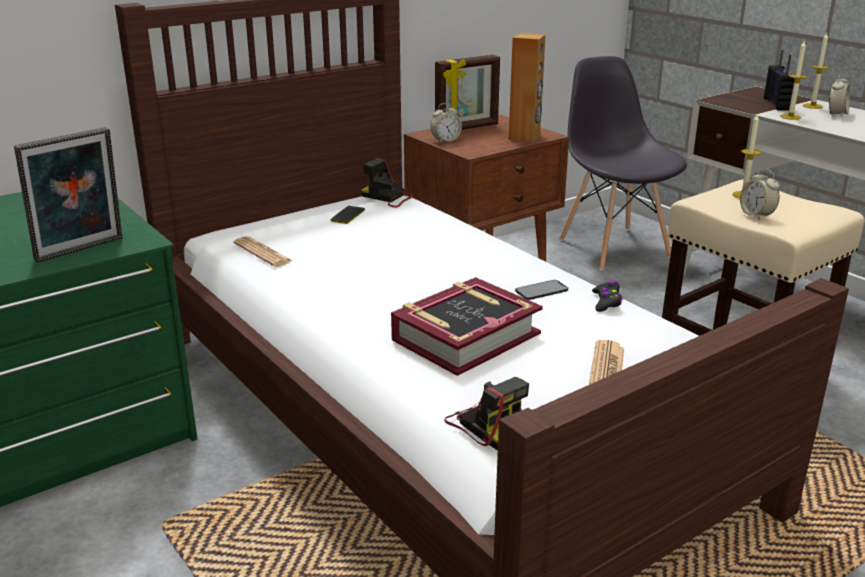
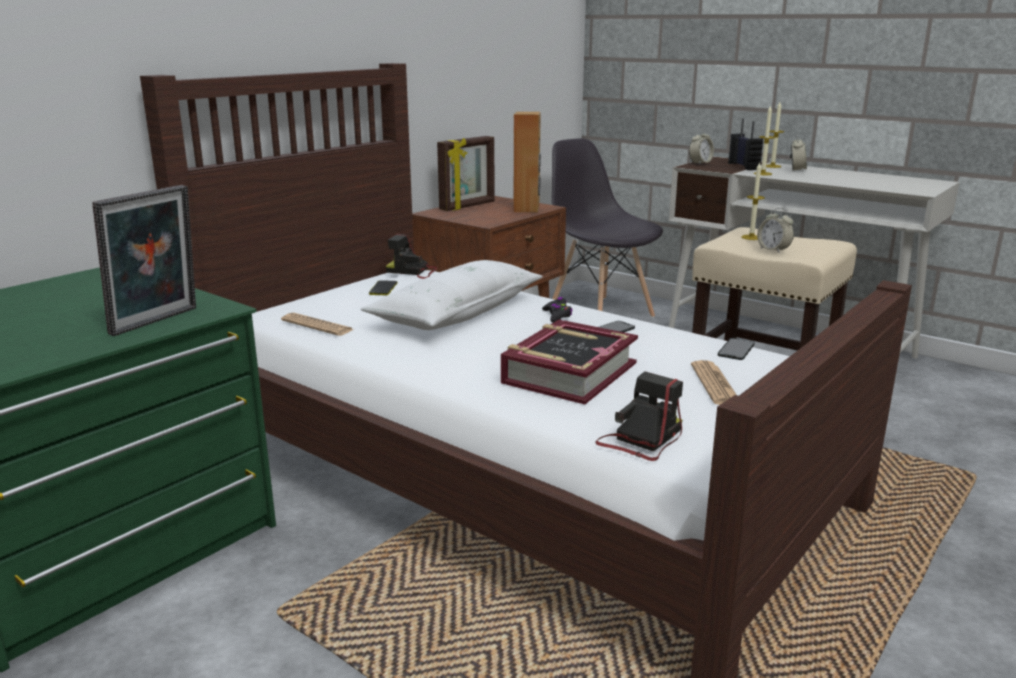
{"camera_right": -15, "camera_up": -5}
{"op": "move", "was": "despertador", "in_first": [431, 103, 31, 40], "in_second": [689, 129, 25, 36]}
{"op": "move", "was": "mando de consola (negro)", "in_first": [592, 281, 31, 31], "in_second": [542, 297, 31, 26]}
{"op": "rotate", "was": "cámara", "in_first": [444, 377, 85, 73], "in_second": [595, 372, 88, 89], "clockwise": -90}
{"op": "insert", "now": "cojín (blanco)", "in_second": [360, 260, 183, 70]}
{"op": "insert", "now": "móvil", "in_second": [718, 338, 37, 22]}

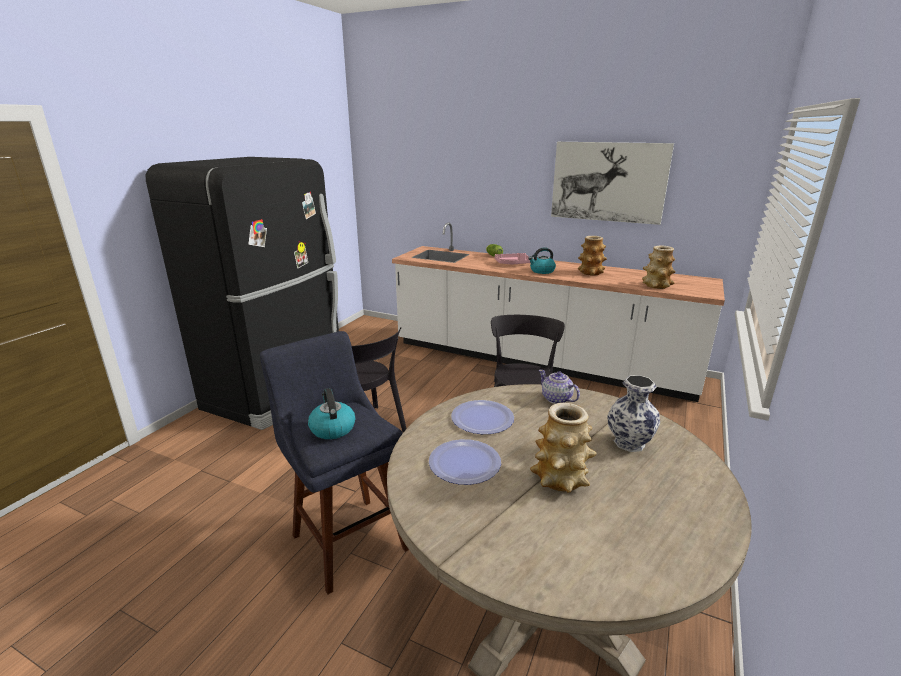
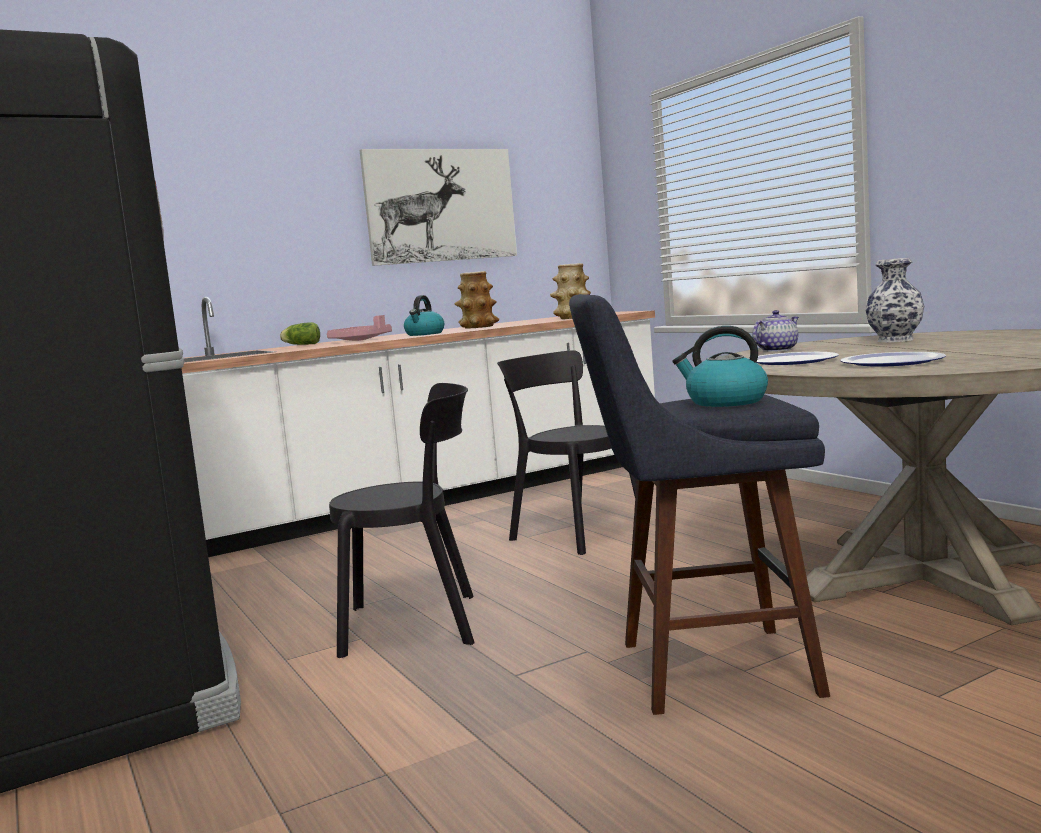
{"camera_right": -55, "camera_up": -15}
{"op": "rotate", "was": "tetera", "in_first": [539, 370, 41, 34], "in_second": [752, 310, 47, 42], "clockwise": 150}
{"op": "delete", "was": "florero", "in_first": [530, 403, 66, 89]}

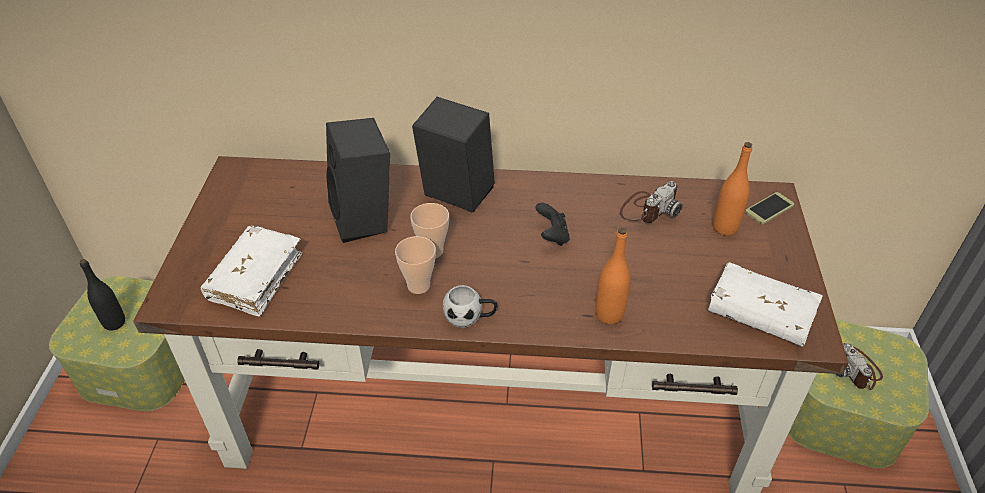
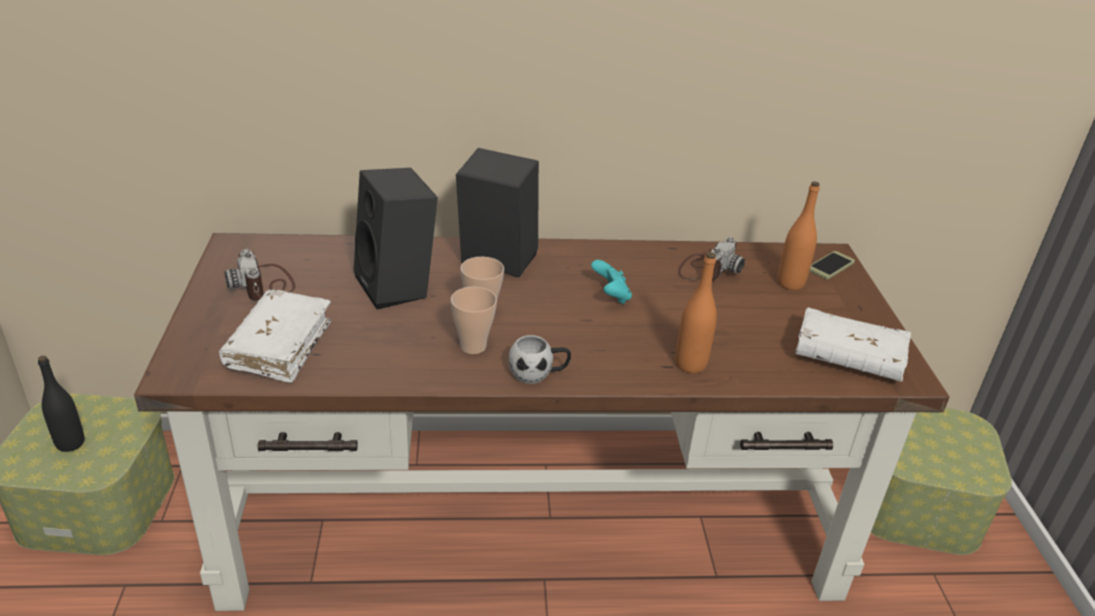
{"camera_right": -10, "camera_up": -10}
{"op": "recolor", "was": "mando de consola (negro)", "now": "mando de consola (turquesa)", "in_first": [535, 203, 35, 43], "in_second": [591, 260, 41, 44]}
{"op": "move", "was": "cámara", "in_first": [836, 343, 47, 47], "in_second": [224, 249, 71, 51]}

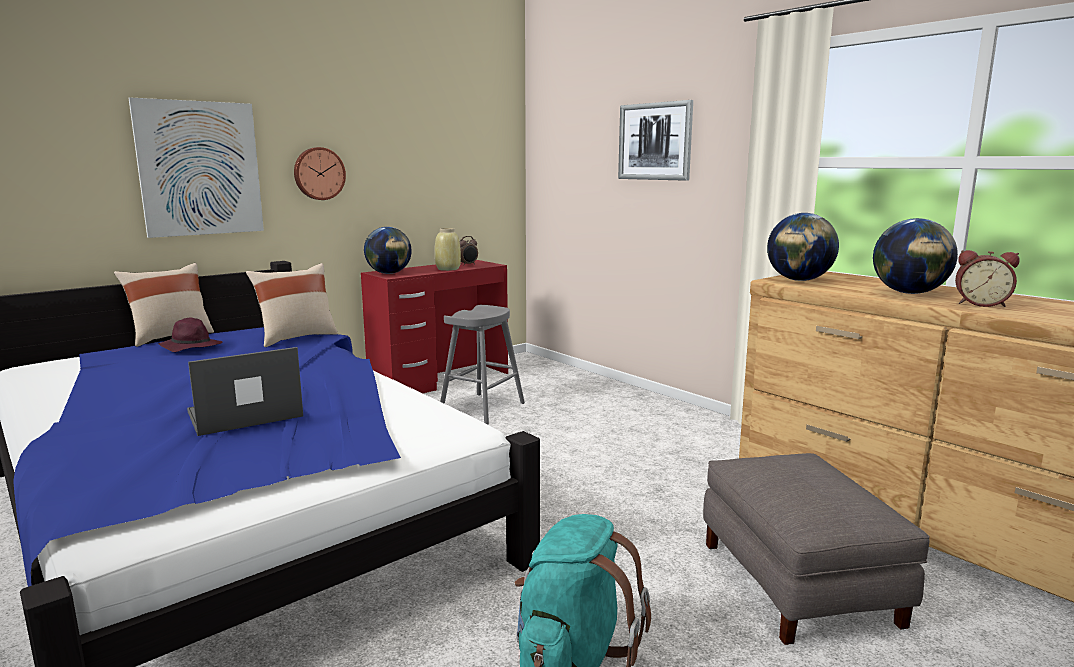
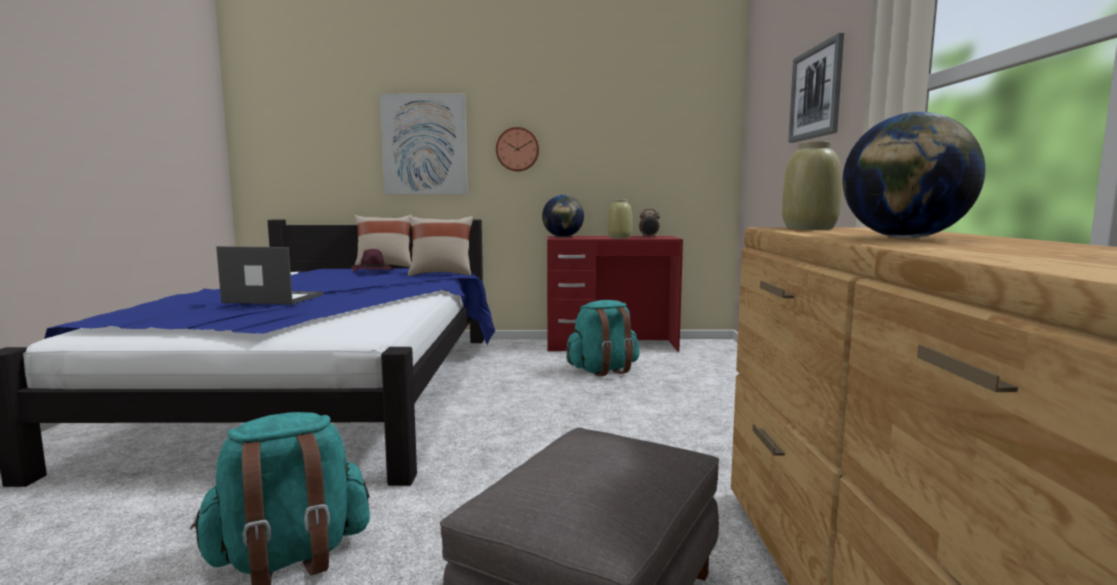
{"camera_right": 40, "camera_up": -5}
{"op": "replace", "was": "globo terráqueo", "now": "florero (beis)", "in_first": [767, 213, 72, 68], "in_second": [782, 141, 60, 89]}
{"op": "delete", "was": "despertador", "in_first": [955, 250, 65, 57]}
{"op": "replace", "was": "taburete (gris)", "now": "mochila (turquesa)", "in_first": [440, 305, 85, 119], "in_second": [566, 300, 74, 77]}

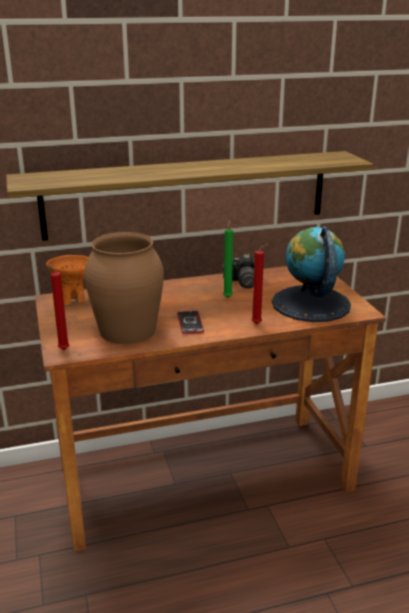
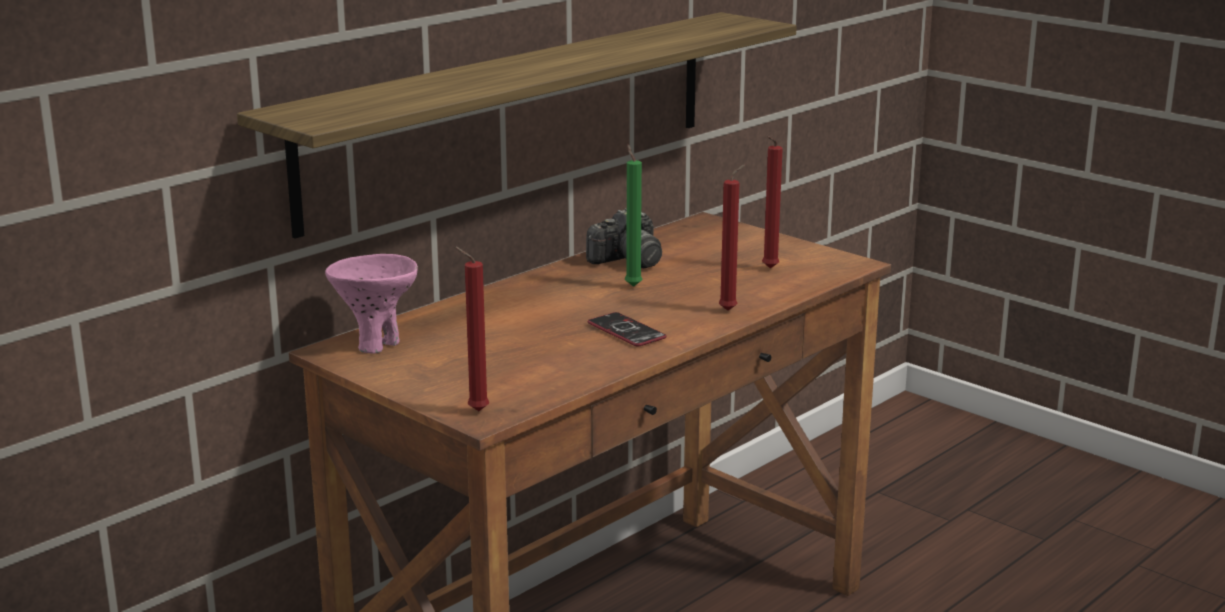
{"camera_right": -30, "camera_up": -5}
{"op": "replace", "was": "globo terráqueo", "now": "vela (rojo)", "in_first": [272, 226, 79, 96], "in_second": [762, 136, 21, 133]}
{"op": "delete", "was": "florero (marrón)", "in_first": [84, 232, 80, 112]}
{"op": "recolor", "was": "cuenco (naranja)", "now": "cuenco (rosa)", "in_first": [46, 255, 43, 50], "in_second": [325, 254, 93, 100]}

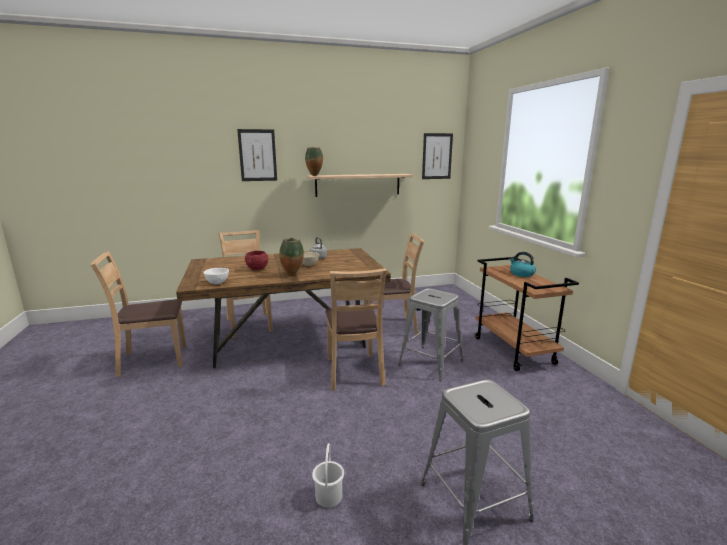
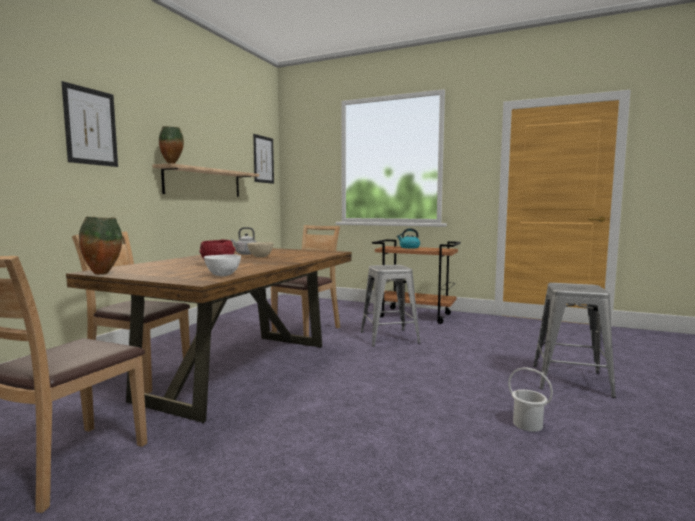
{"camera_right": -50, "camera_up": -10}
{"op": "move", "was": "florero", "in_first": [279, 238, 25, 37], "in_second": [79, 216, 43, 59]}
{"op": "delete", "was": "silla (marrón)", "in_first": [325, 268, 62, 123]}

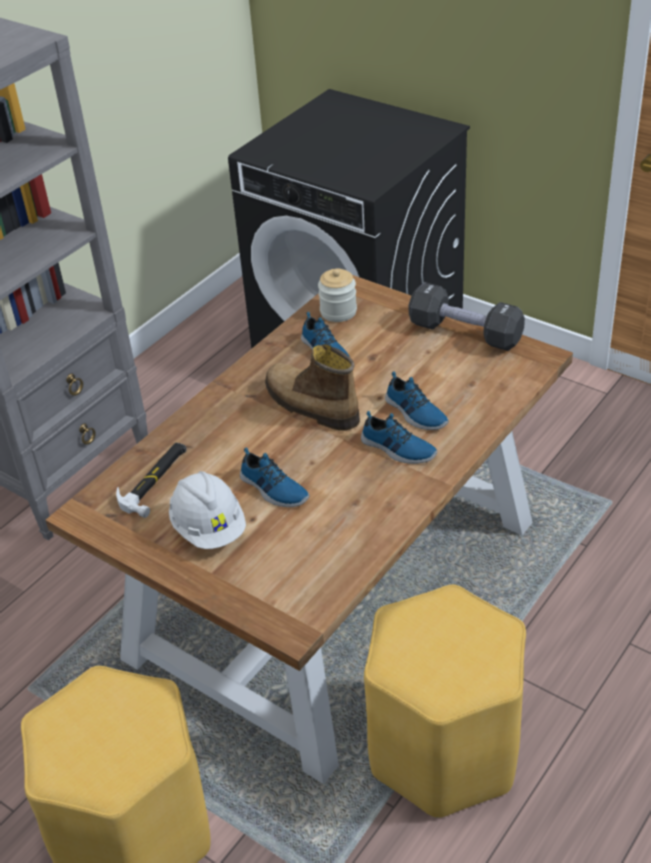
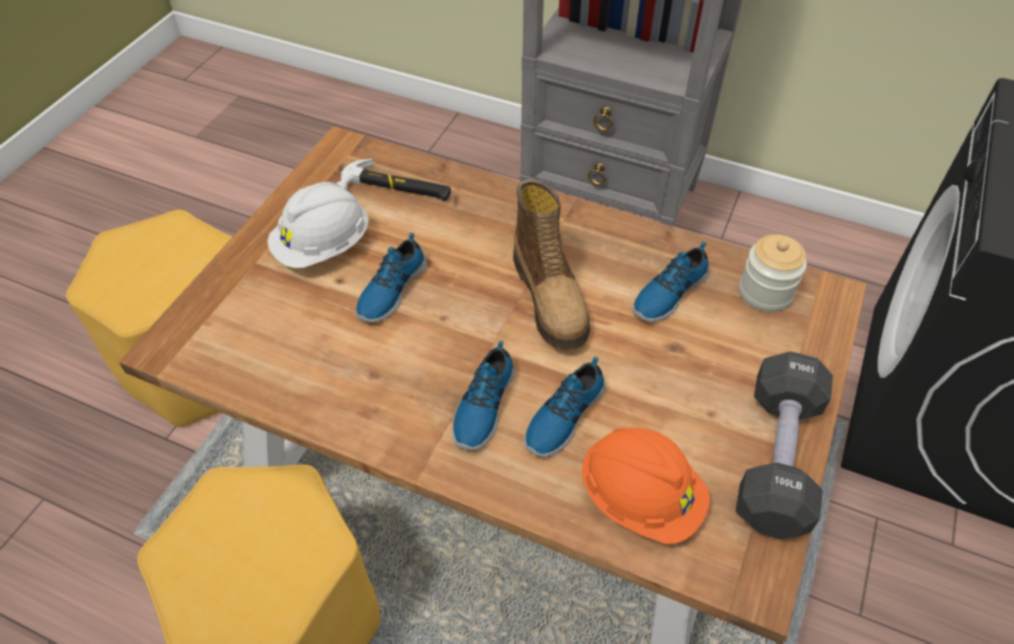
{"camera_right": 75, "camera_up": 10}
{"op": "rotate", "was": "bota", "in_first": [265, 344, 95, 87], "in_second": [513, 179, 77, 171], "clockwise": 135}
{"op": "insert", "now": "casco (naranja)", "in_second": [582, 428, 128, 116]}

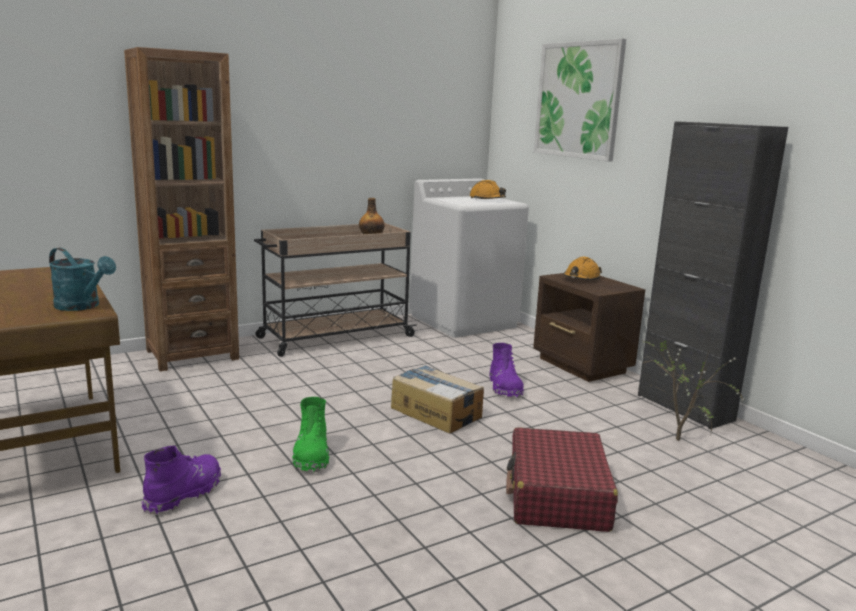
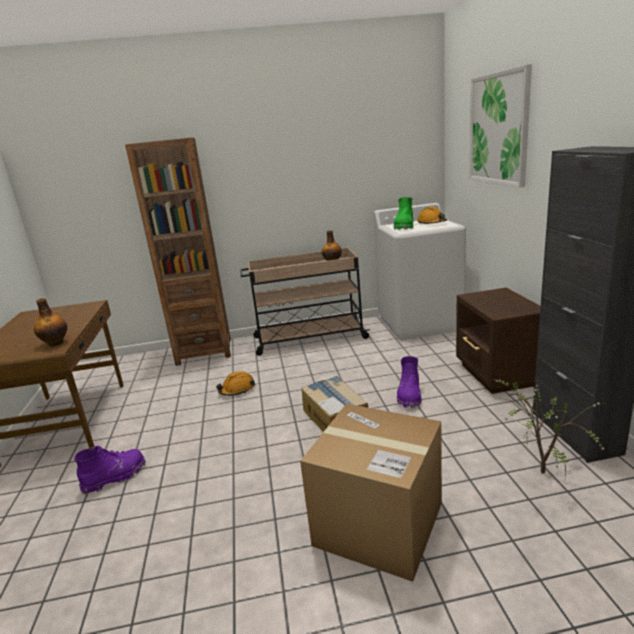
{"camera_right": 25, "camera_up": 5}
{"op": "replace", "was": "regadera (turquesa)", "now": "botella", "in_first": [49, 248, 67, 63], "in_second": [34, 298, 33, 48]}
{"op": "move", "was": "casco (naranja)", "in_first": [563, 256, 39, 24], "in_second": [216, 371, 39, 25]}
{"op": "move", "was": "bota (verde)", "in_first": [292, 397, 37, 76], "in_second": [393, 197, 20, 33]}
{"op": "replace", "was": "maleta (rojo)", "now": "caja de cartón", "in_first": [506, 427, 112, 105], "in_second": [300, 404, 142, 178]}

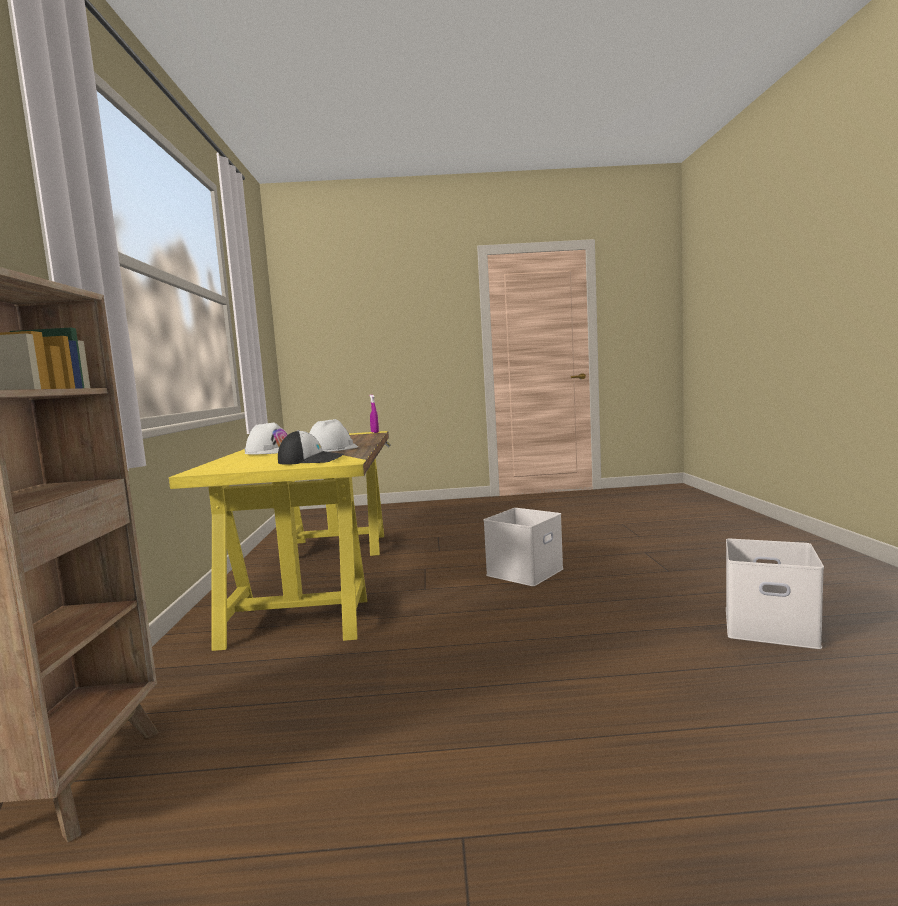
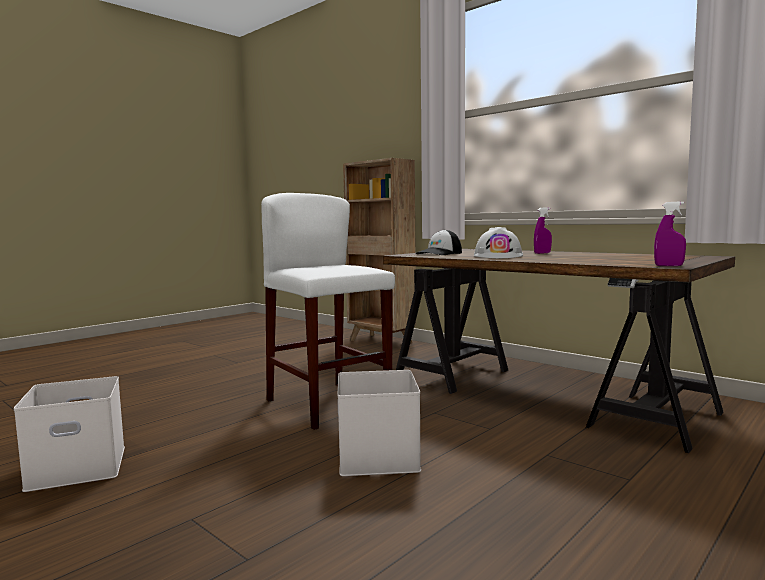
{"camera_right": 135, "camera_up": 0}
{"op": "replace", "was": "casco (blanco)", "now": "pulverizador (morado)", "in_first": [245, 423, 43, 32], "in_second": [534, 207, 18, 47]}
{"op": "recolor", "was": "escritorio (amarillo)", "now": "escritorio (marrón)", "in_first": [169, 431, 221, 220], "in_second": [383, 249, 352, 204]}
{"op": "insert", "now": "taburete (blanco)", "in_second": [261, 193, 134, 237]}

